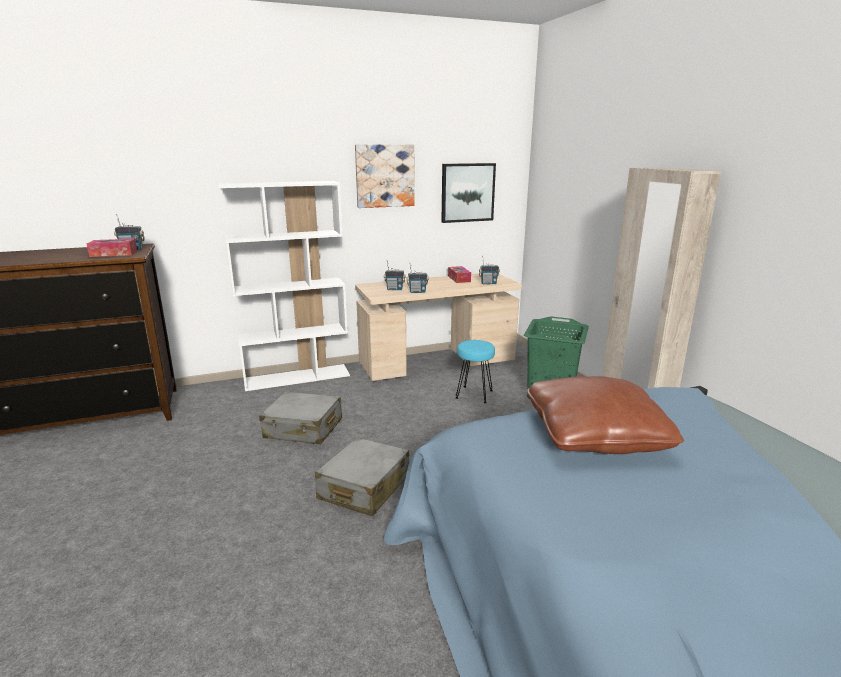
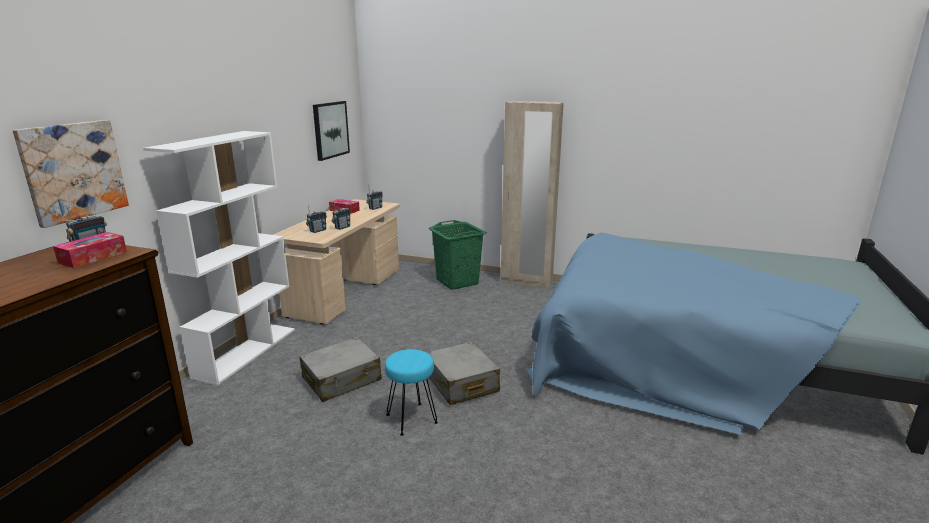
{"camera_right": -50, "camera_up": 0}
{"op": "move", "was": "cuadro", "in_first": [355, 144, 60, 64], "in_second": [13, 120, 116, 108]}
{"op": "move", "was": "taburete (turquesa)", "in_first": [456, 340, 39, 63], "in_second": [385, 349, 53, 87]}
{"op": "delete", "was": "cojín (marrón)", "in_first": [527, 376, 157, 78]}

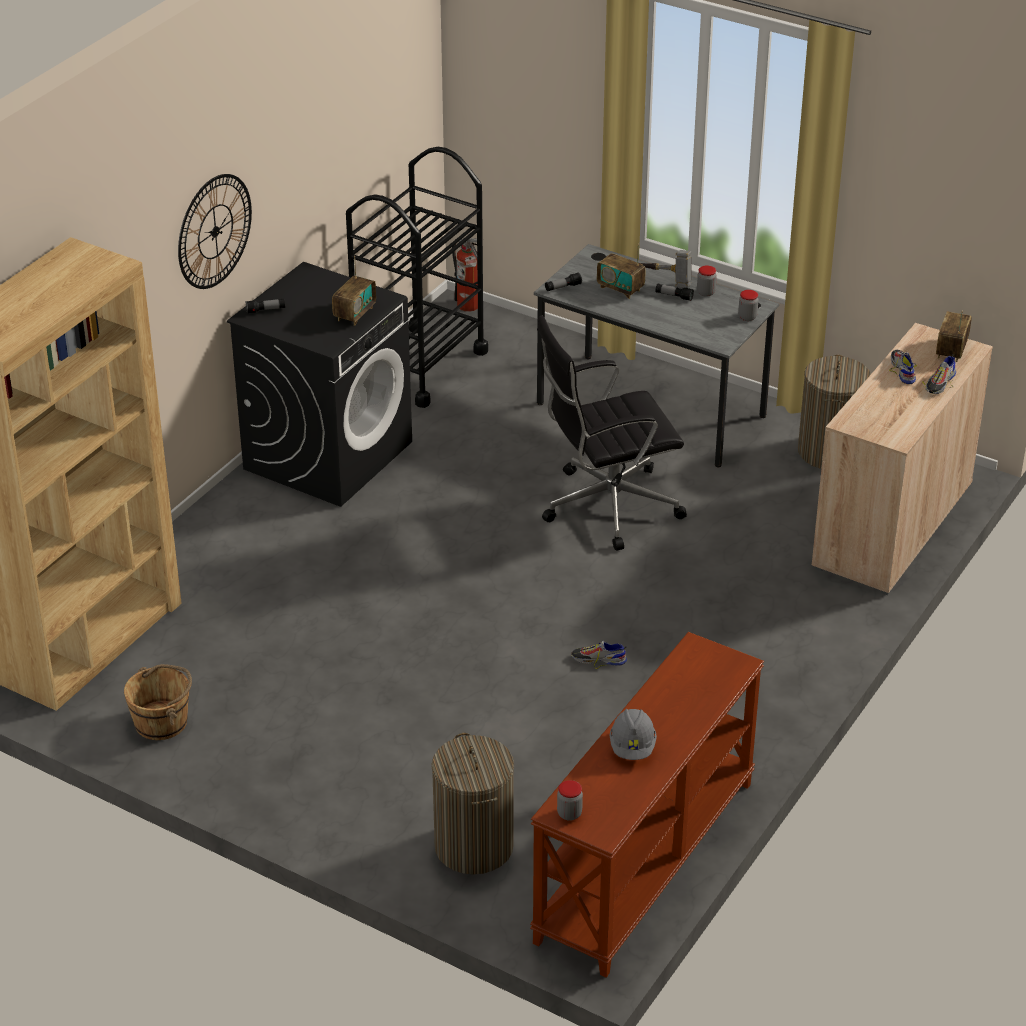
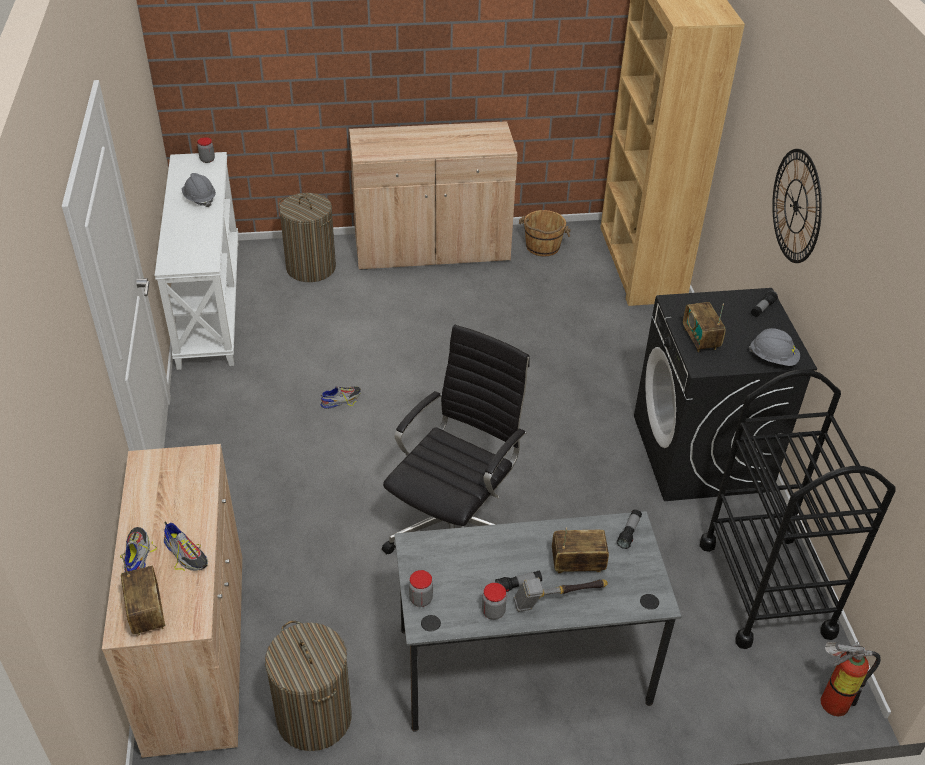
{"camera_right": 140, "camera_up": 5}
{"op": "recolor", "was": "mesa consola (marrón)", "now": "mesa consola (blanco)", "in_first": [530, 632, 234, 345], "in_second": [154, 152, 85, 218]}
{"op": "insert", "now": "armario (beis)", "in_second": [349, 121, 168, 149]}
{"op": "insert", "now": "casco (gris)", "in_second": [749, 328, 51, 38]}

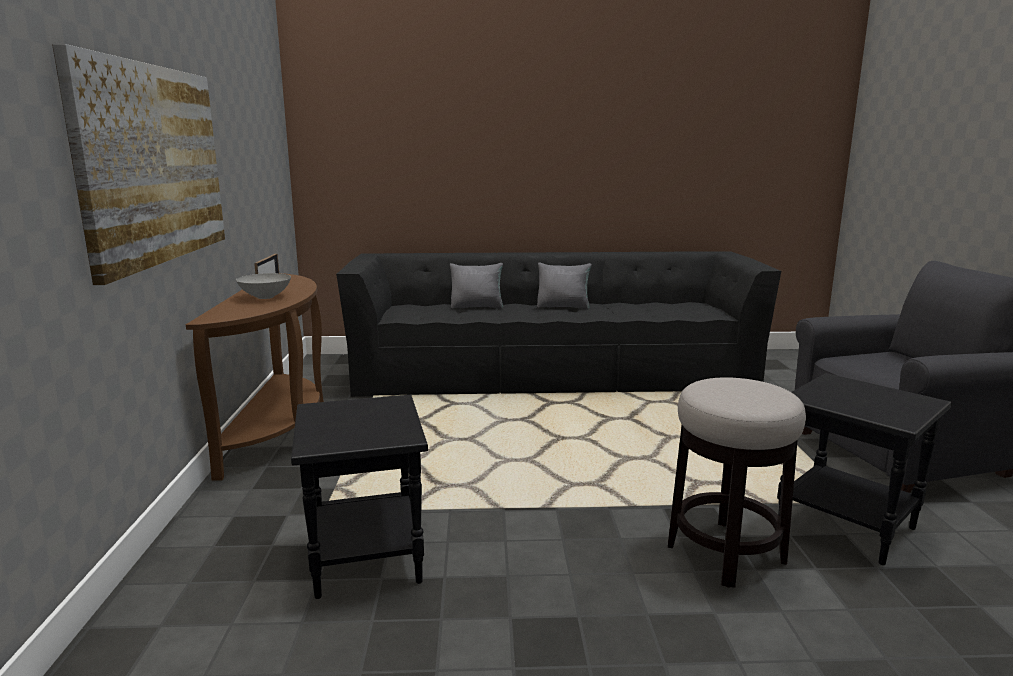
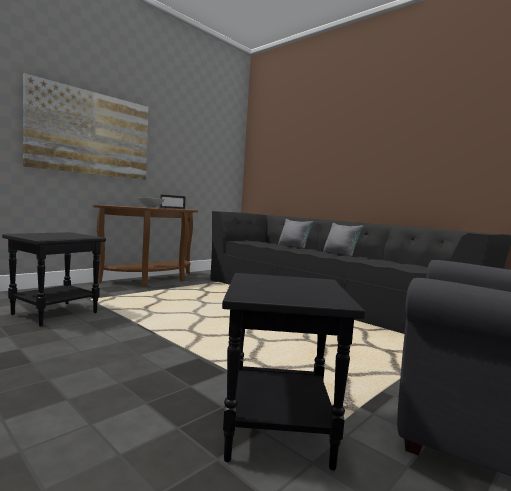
{"camera_right": 45, "camera_up": -10}
{"op": "delete", "was": "taburete", "in_first": [668, 377, 138, 211]}

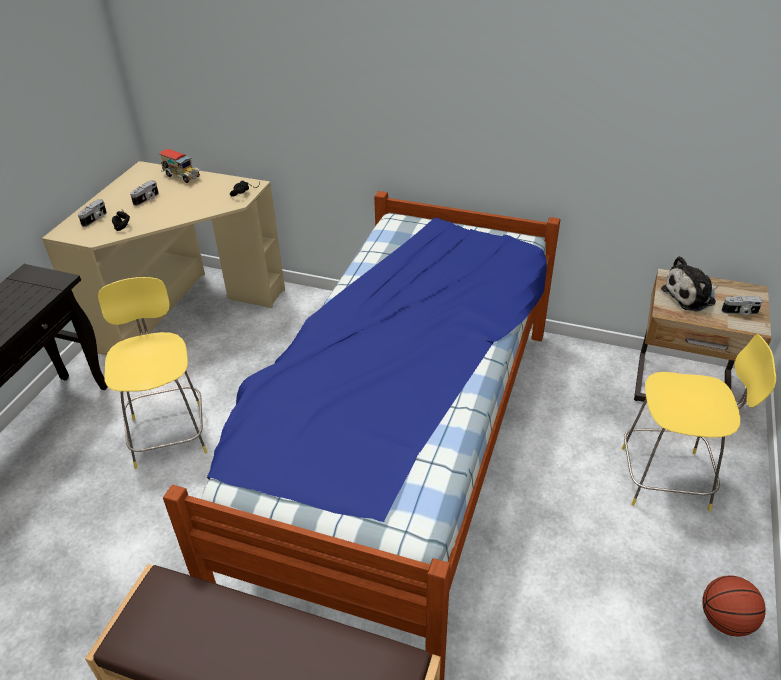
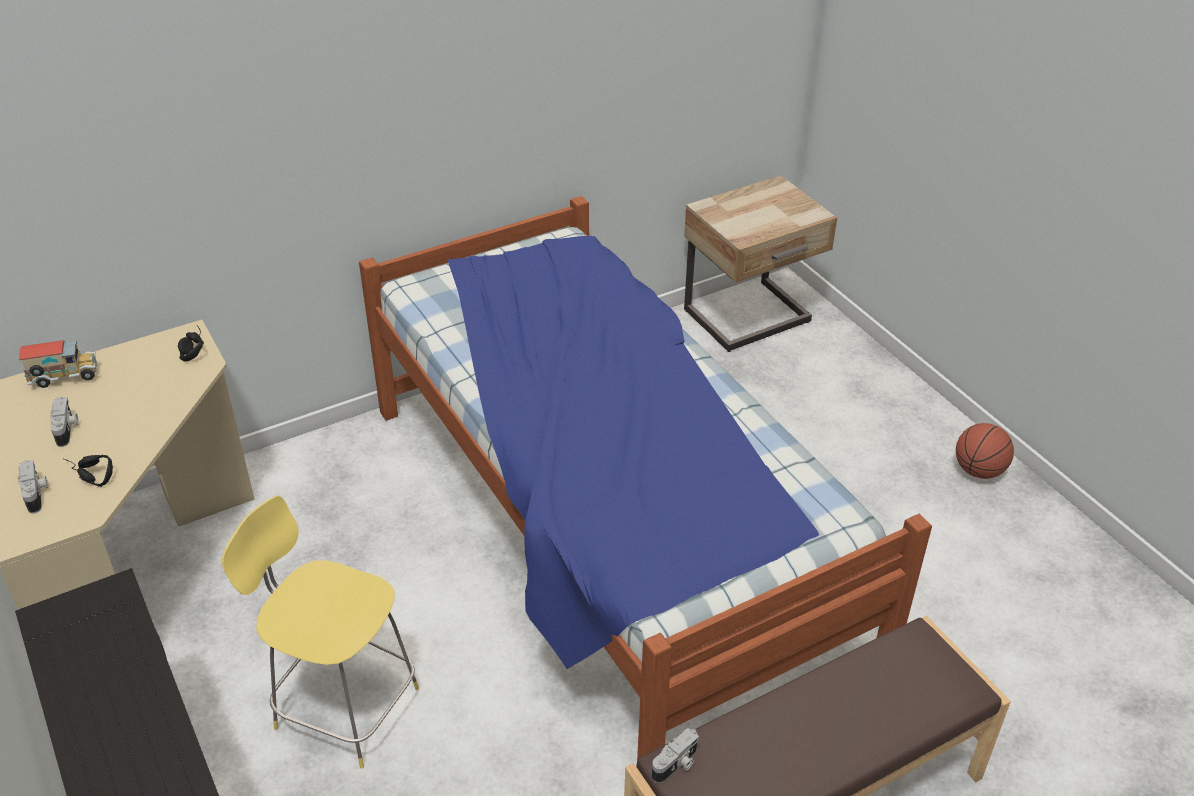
{"camera_right": -50, "camera_up": 0}
{"op": "delete", "was": "peluche", "in_first": [661, 256, 57, 56]}
{"op": "move", "was": "cámara", "in_first": [721, 296, 42, 20], "in_second": [652, 728, 47, 55]}
{"op": "delete", "was": "taburete (amarillo)", "in_first": [622, 334, 154, 177]}

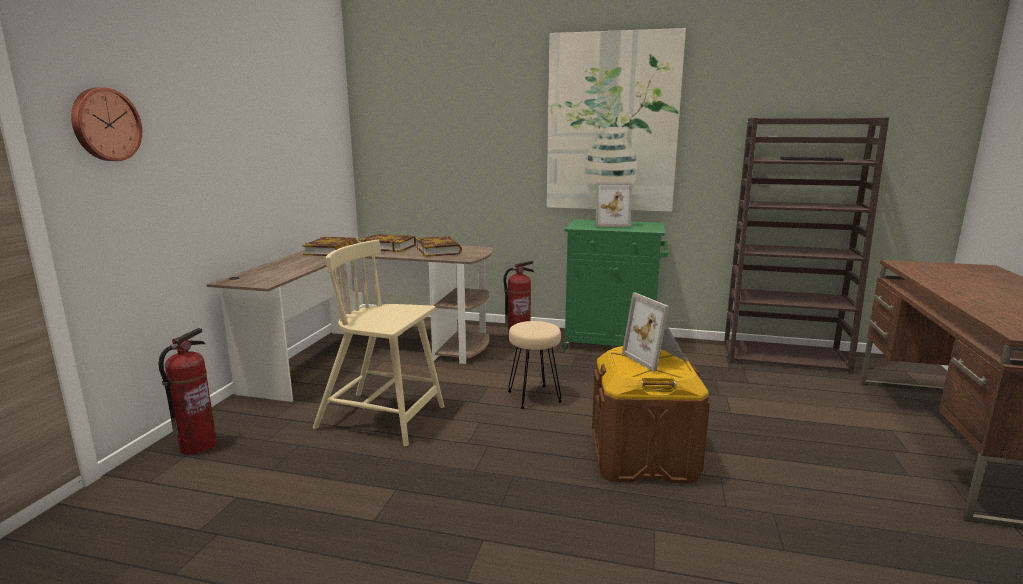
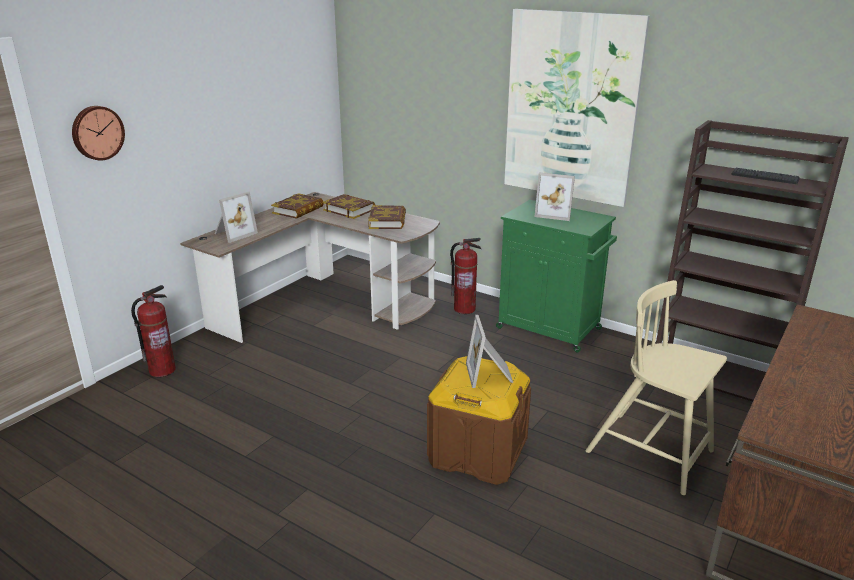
{"camera_right": 20, "camera_up": 10}
{"op": "move", "was": "silla (beis)", "in_first": [313, 240, 132, 206], "in_second": [585, 280, 142, 215]}
{"op": "delete", "was": "taburete (beis)", "in_first": [508, 321, 54, 88]}
{"op": "insert", "now": "portarretratos", "in_second": [215, 192, 43, 51]}

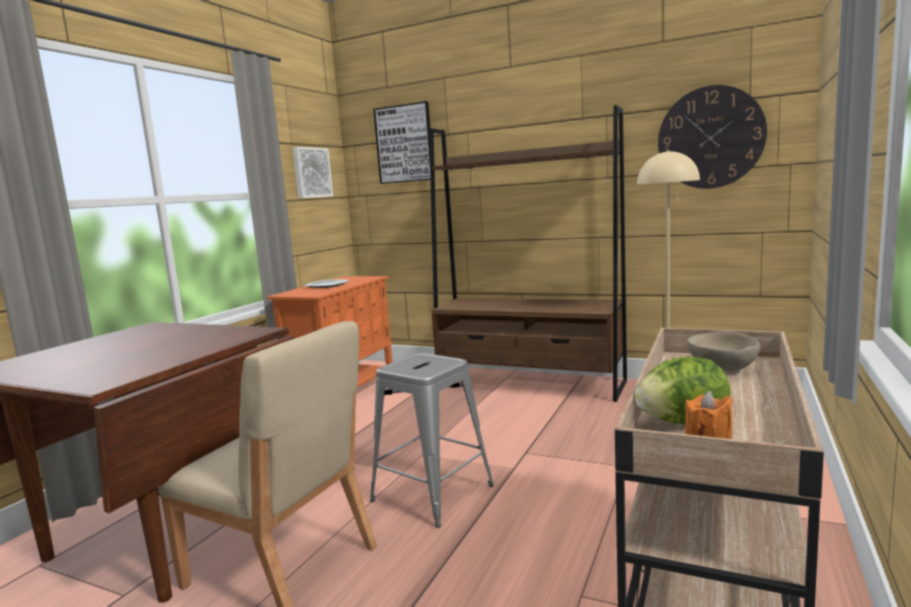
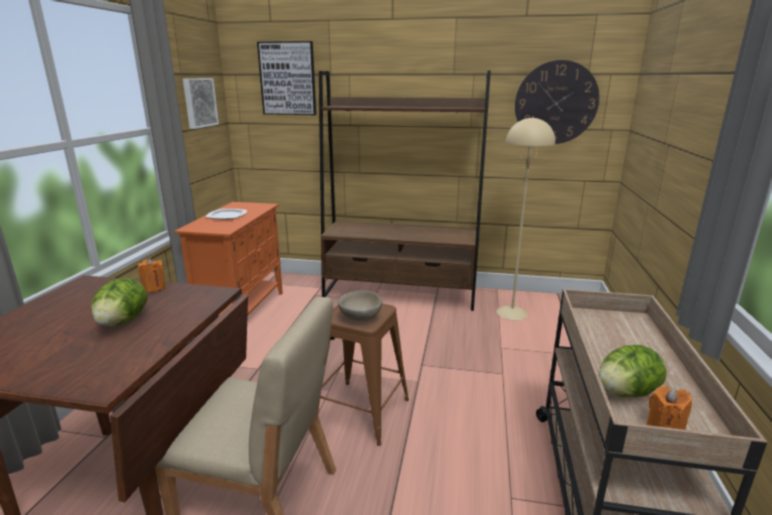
{"camera_right": -15, "camera_up": 10}
{"op": "move", "was": "cuenco (beis)", "in_first": [687, 332, 73, 39], "in_second": [338, 290, 44, 31]}
{"op": "recolor", "was": "taburete (gris)", "now": "taburete (marrón)", "in_first": [370, 353, 124, 175], "in_second": [320, 304, 89, 142]}
{"op": "insert", "now": "vela (naranja)", "in_second": [138, 258, 28, 35]}
{"op": "insert", "now": "lechuga", "in_second": [91, 278, 56, 48]}

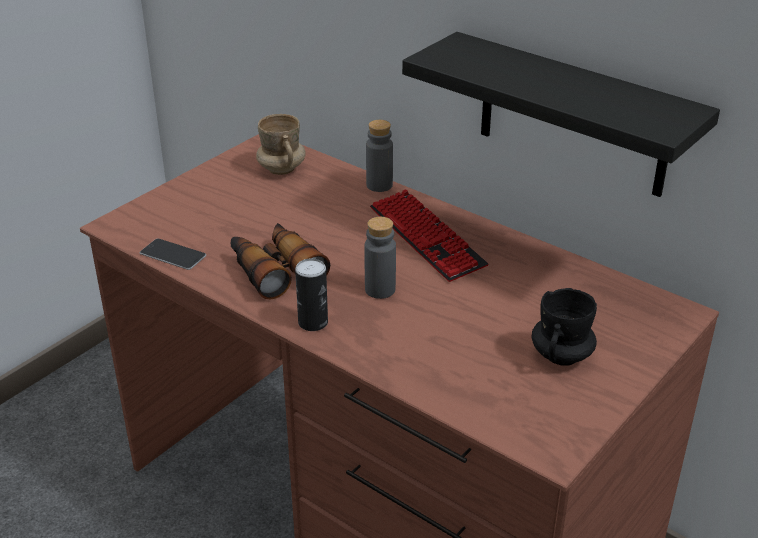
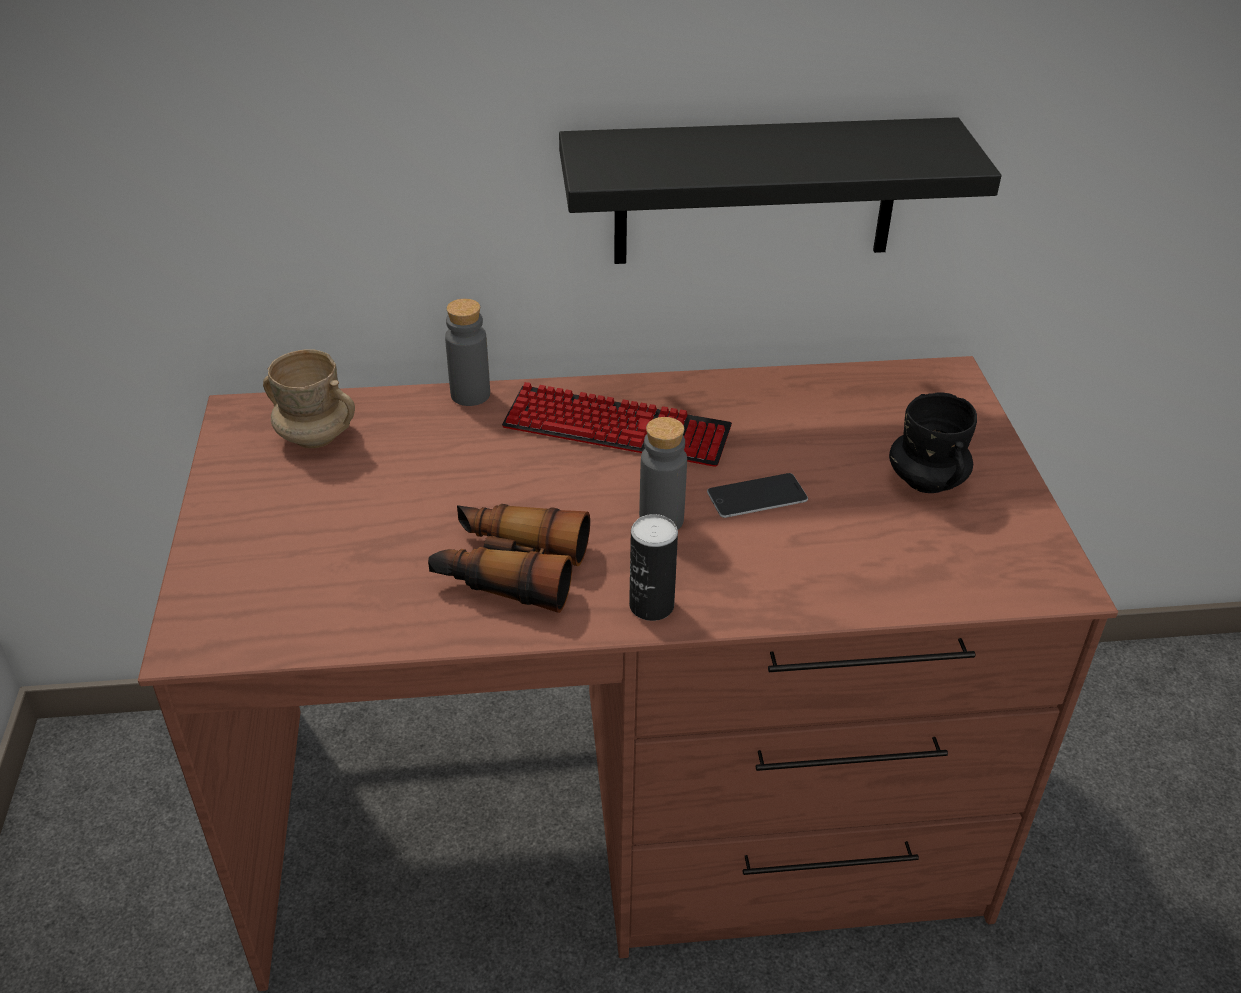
{"camera_right": -45, "camera_up": 5}
{"op": "move", "was": "móvil", "in_first": [140, 239, 66, 31], "in_second": [707, 473, 101, 45]}

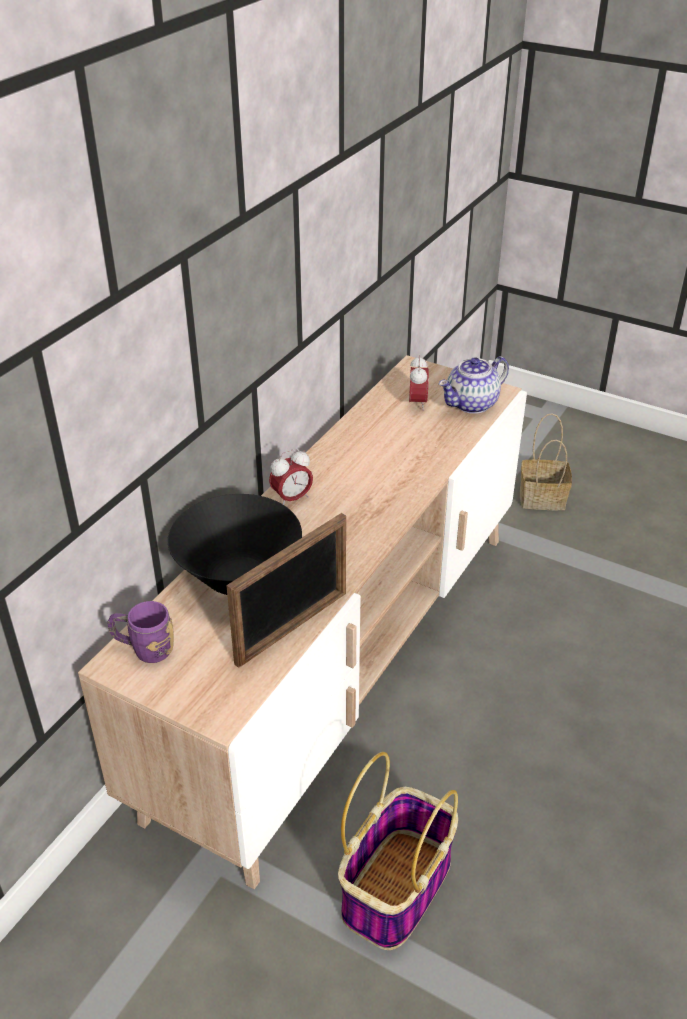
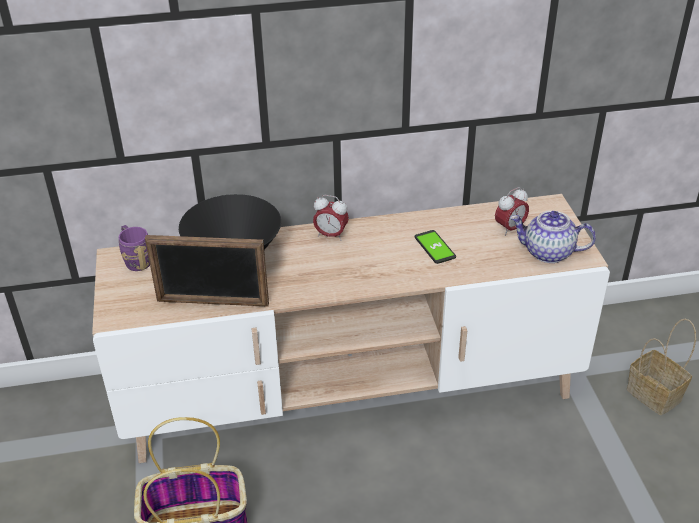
{"camera_right": 50, "camera_up": 0}
{"op": "insert", "now": "móvil", "in_second": [414, 230, 42, 34]}

